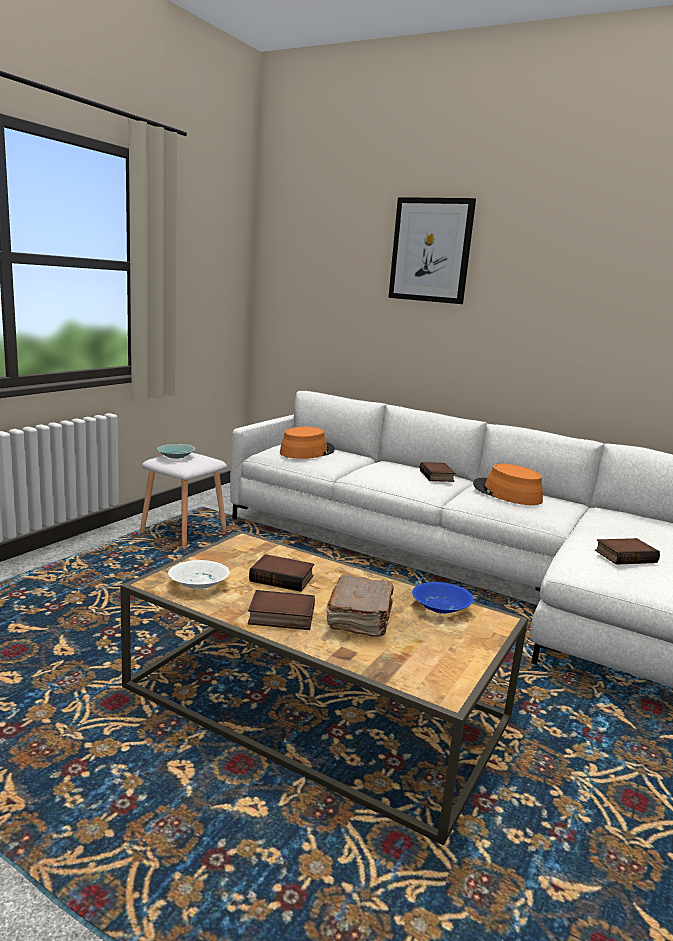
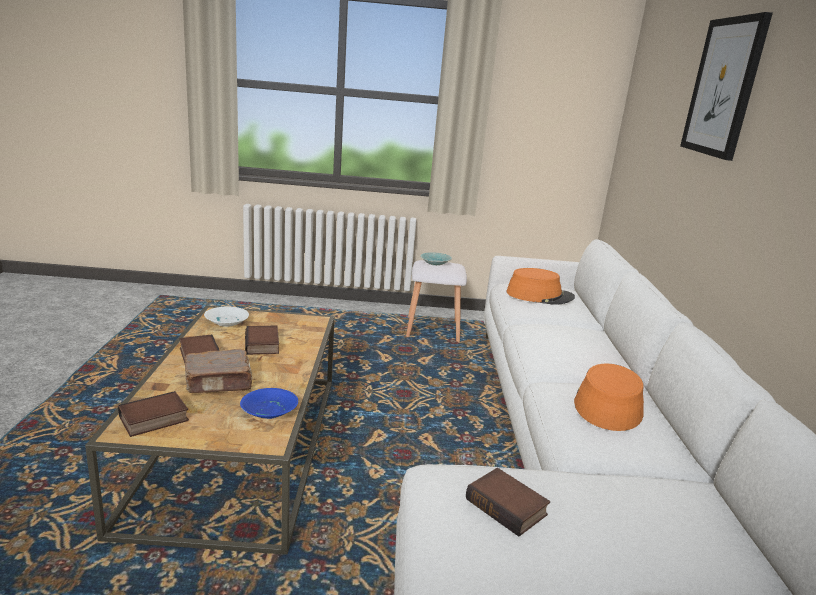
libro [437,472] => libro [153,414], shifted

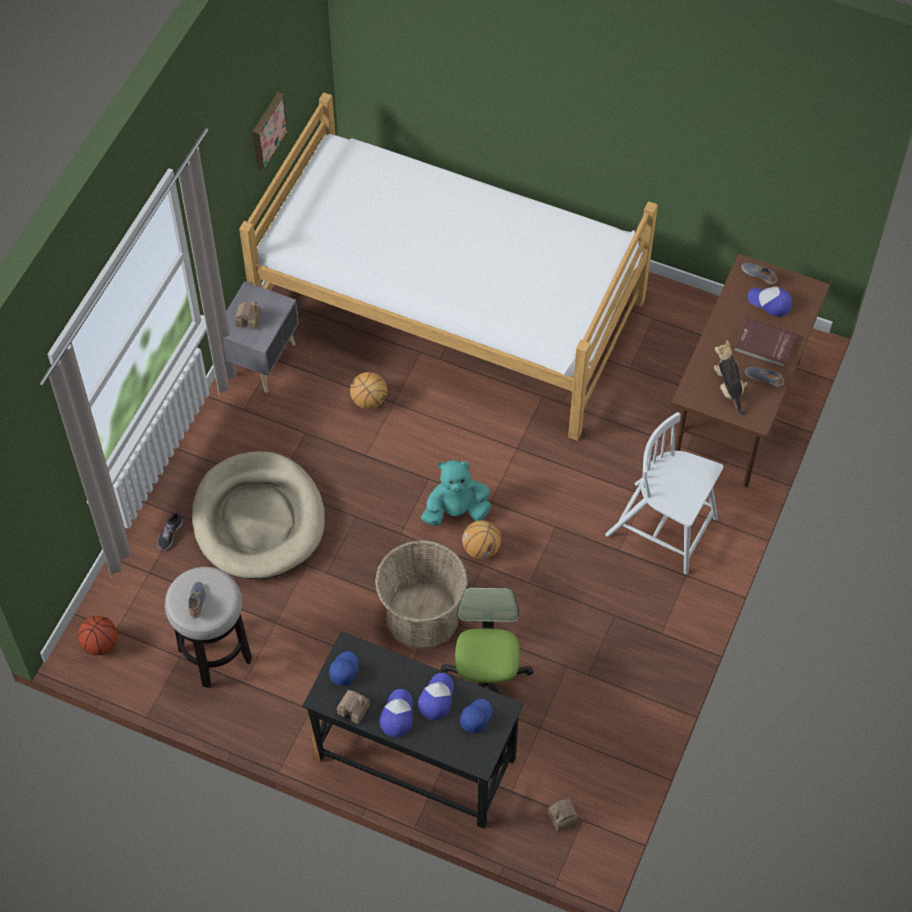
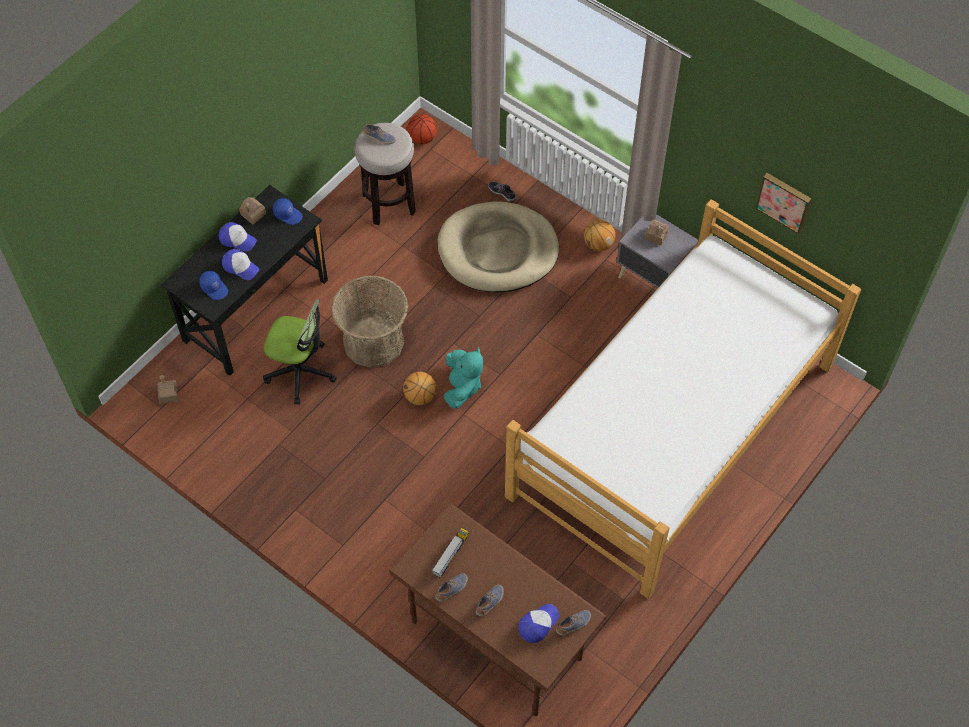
peluche [731,378] => camión de juguete [450,553]
libro (rojo) [765,342] => zapato [490,600]
balón de baloncesto [368,390] => balón de baloncesto [599,235], shifted
silla (blanco) [664,493] => nothing

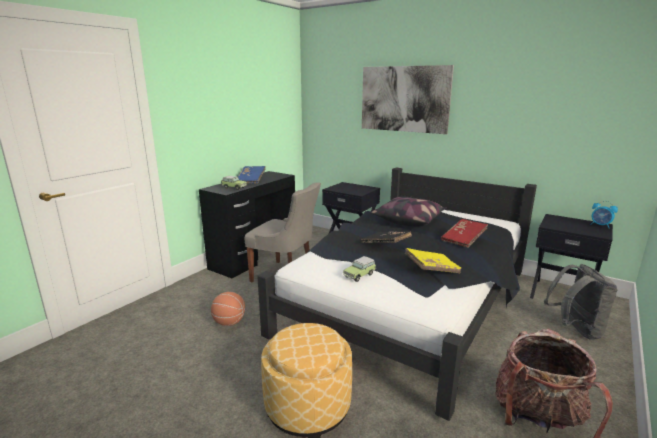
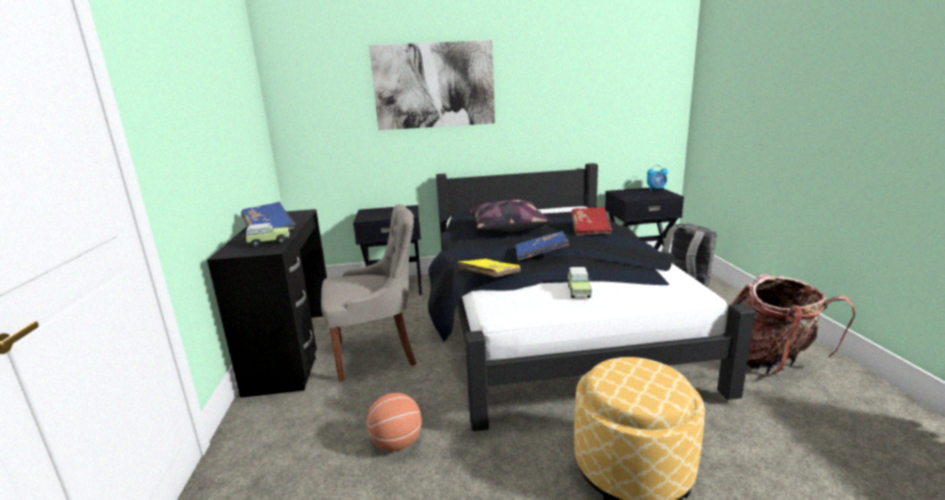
libro (amarillo) [433,260] => libro (amarillo) [489,268], shifted
libro (negro) [386,237] => libro (azul) [542,245]

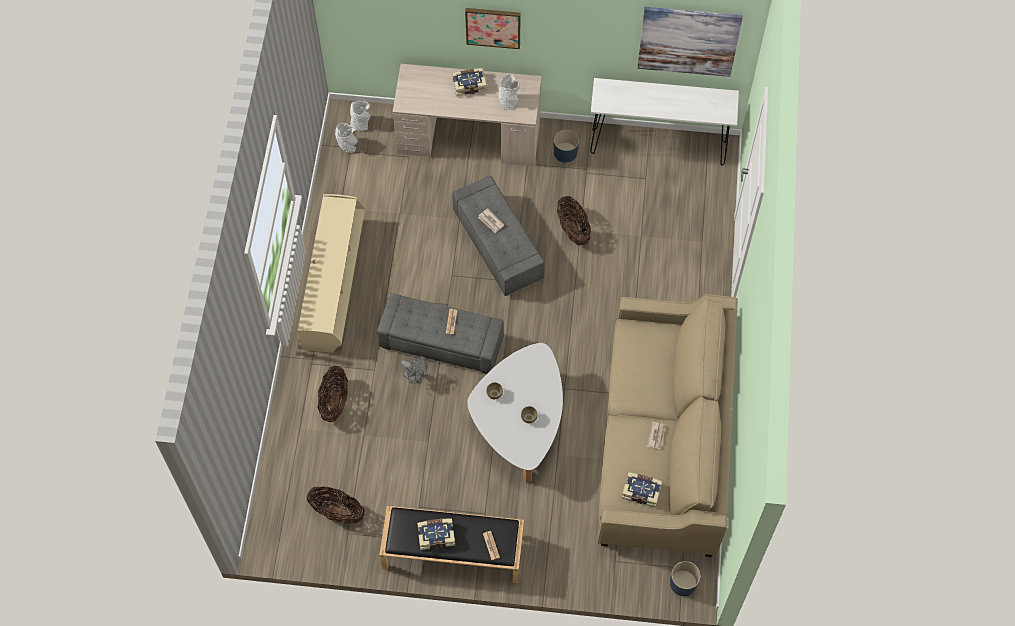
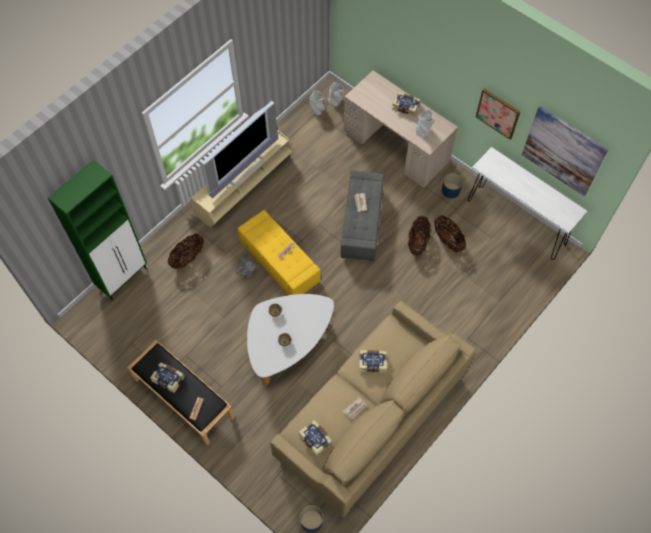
nothing => armario (verde) [97,229]
nothing => televisor [240,149]
puf (gris) [440,333] => puf (amarillo) [279,252]
nothing => libro [373,361]
cesta [336,505] => cesta [450,233], shifted
cuadro [493,28] => cuadro [498,114], shifted

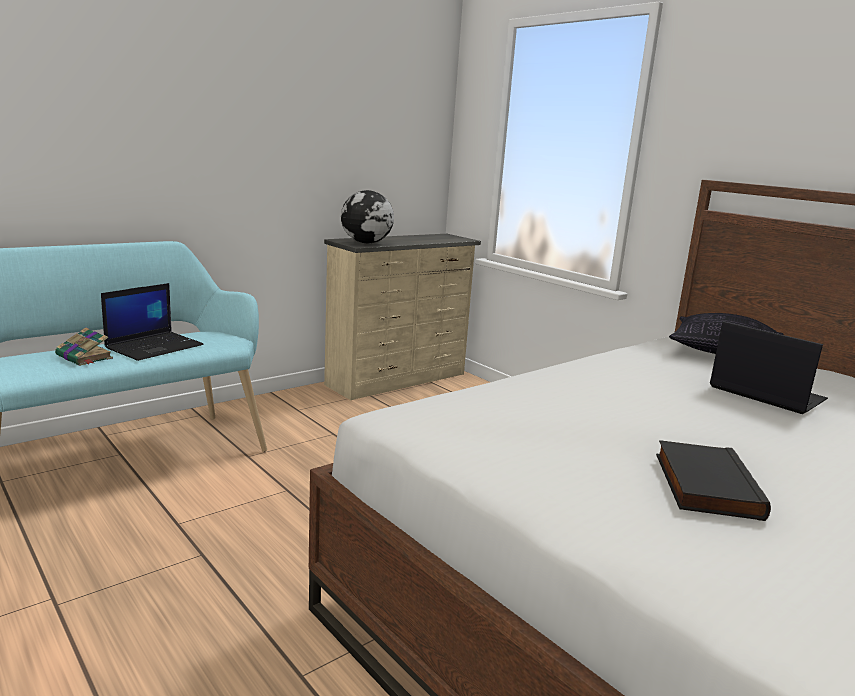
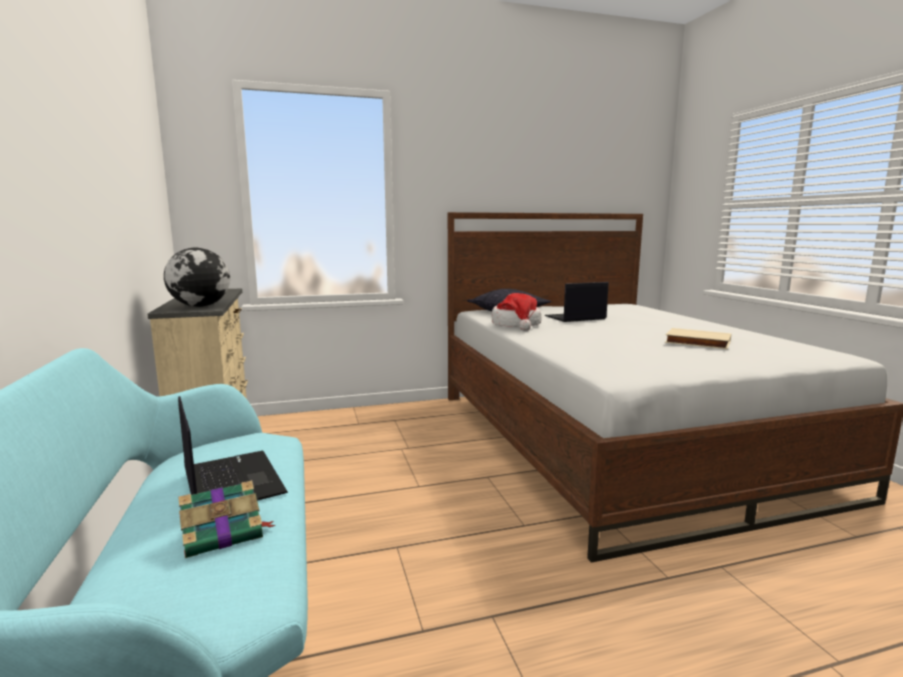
nothing => sombrero [517,312]
libro (negro) [713,480] => libro (beis) [698,338]

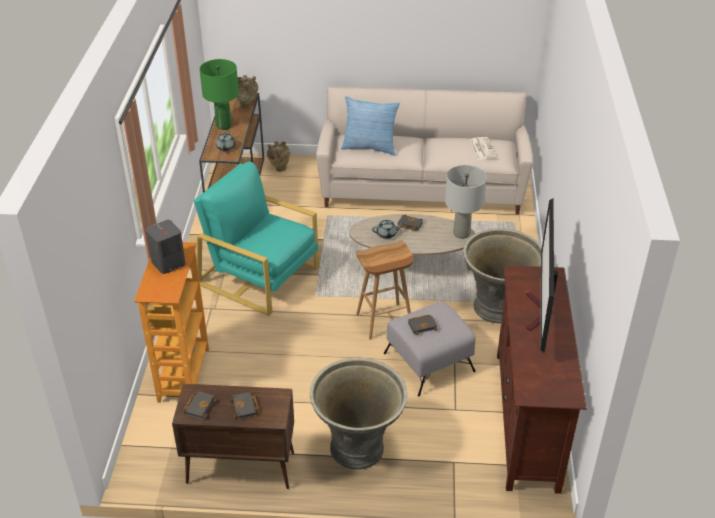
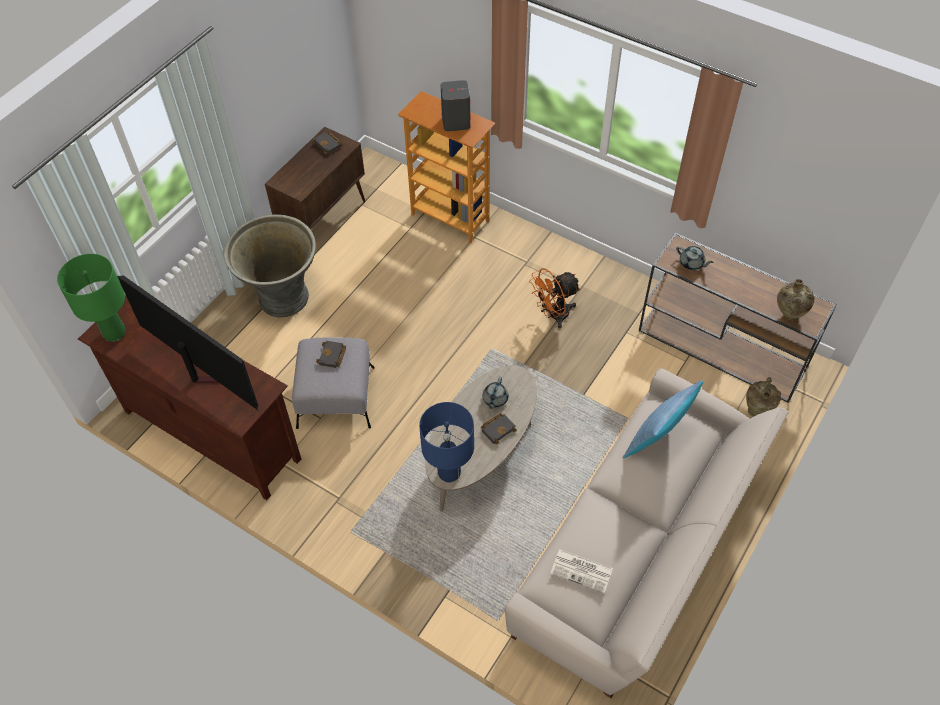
lámpara de mesa (verde) [219,94] => lámpara de mesa (verde) [91,298], shifted
lámpara de mesa (gris) [466,202] => lámpara de mesa (azul) [446,442]
sillón (turquesa) [256,238] => ventilador (naranja) [555,298]
libro (negro) [244,406] => nothing
taburete (marrón) [385,289] => nothing
maceta (gris) [502,275] => nothing

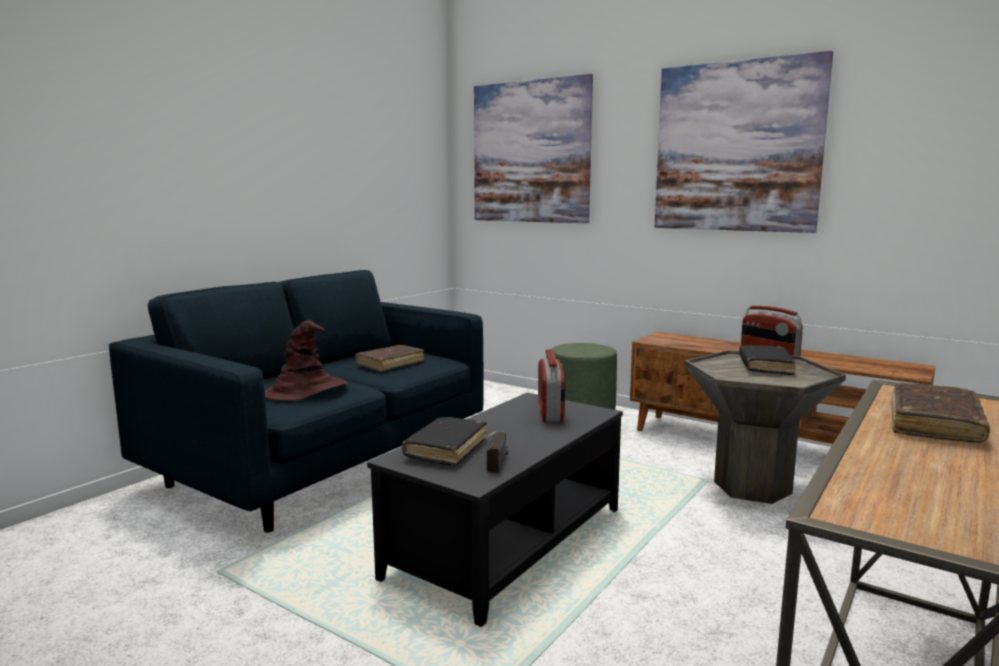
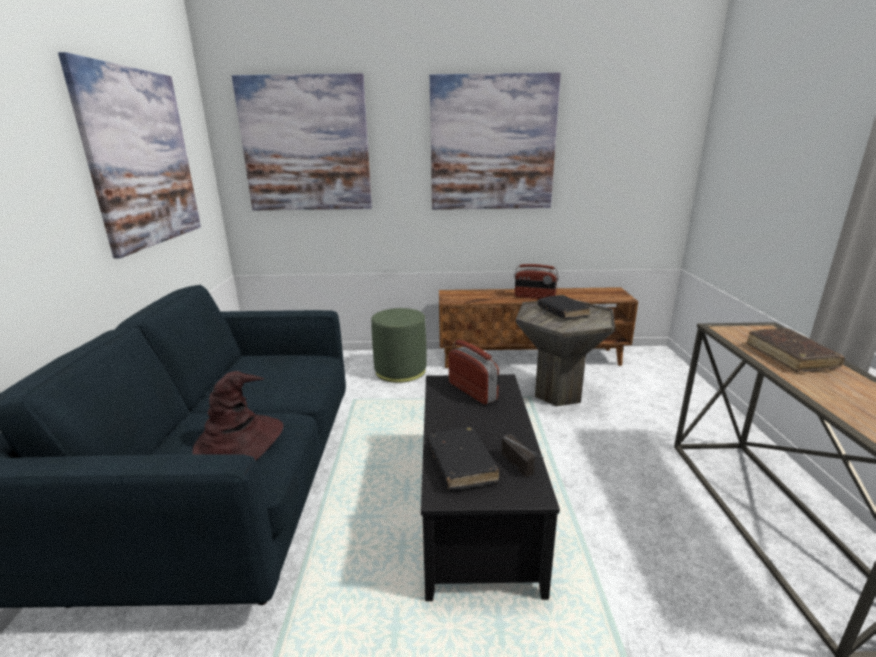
nothing => cuadro [129,155]
libro (marrón) [389,358] => nothing

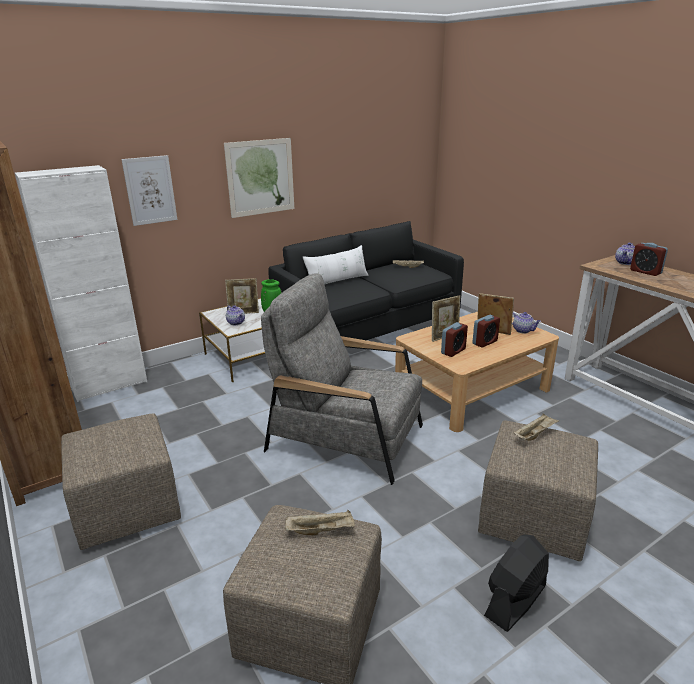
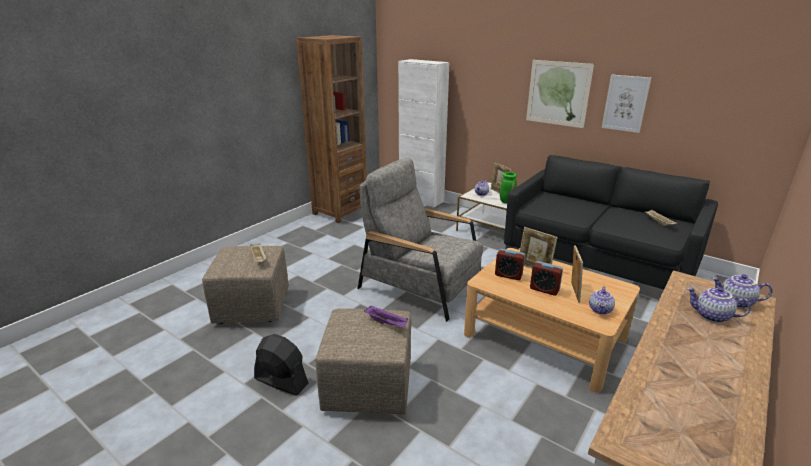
sillón (gris) [342,379] => sillón (gris) [420,240], 60 degrees counterclockwise
bandeja (beis) [536,427] => bandeja (morado) [386,317]
cuadro [149,190] => cuadro [626,103], shifted
despertador [649,259] => tetera [719,305]
puf (beis) [121,481] => nothing
cojín (blanco) [336,264] => nothing

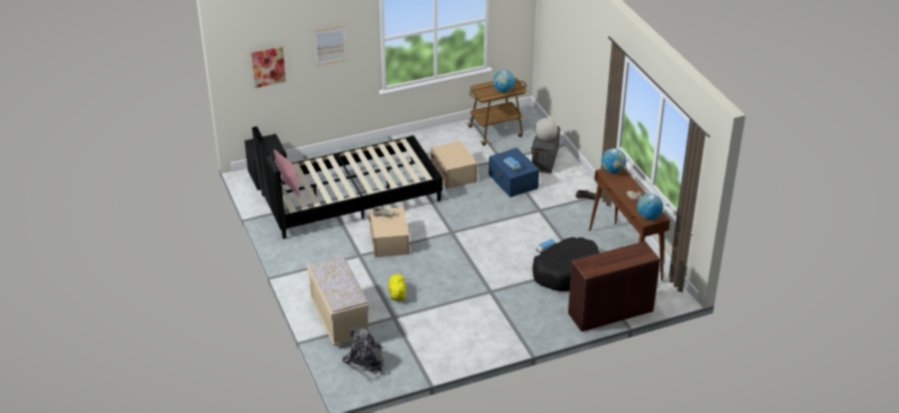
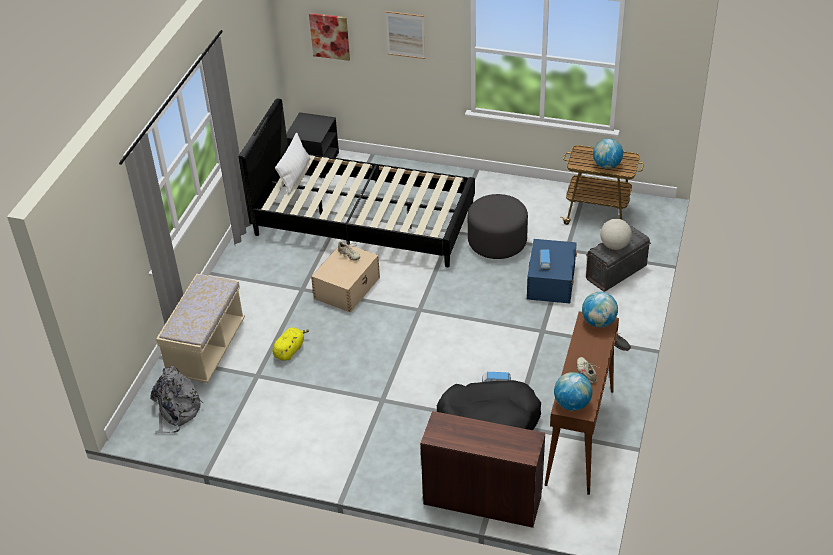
cojín (rosa) [287,172] => cojín (blanco) [292,163]
caja de almacenaje (beis) [454,165] => puf (gris) [498,226]

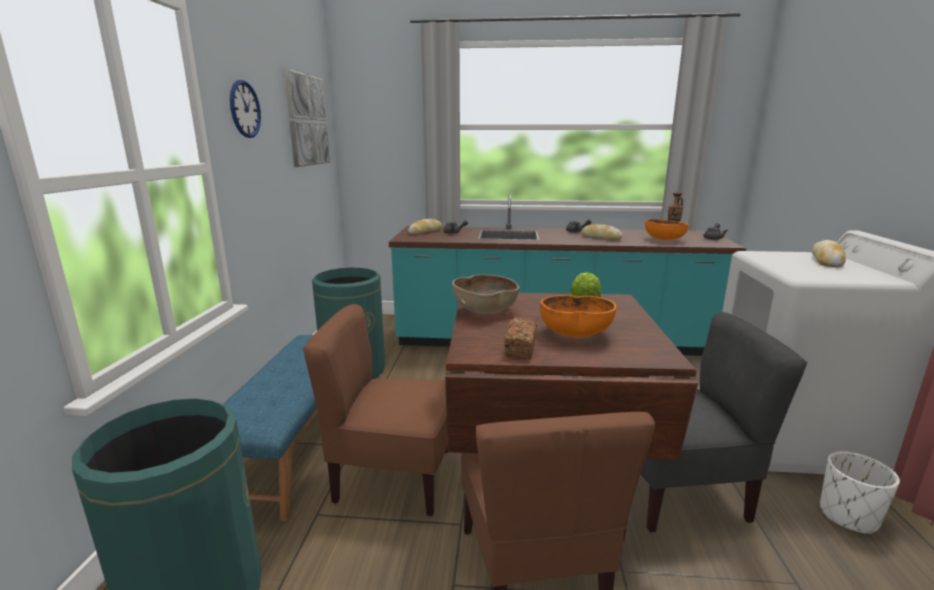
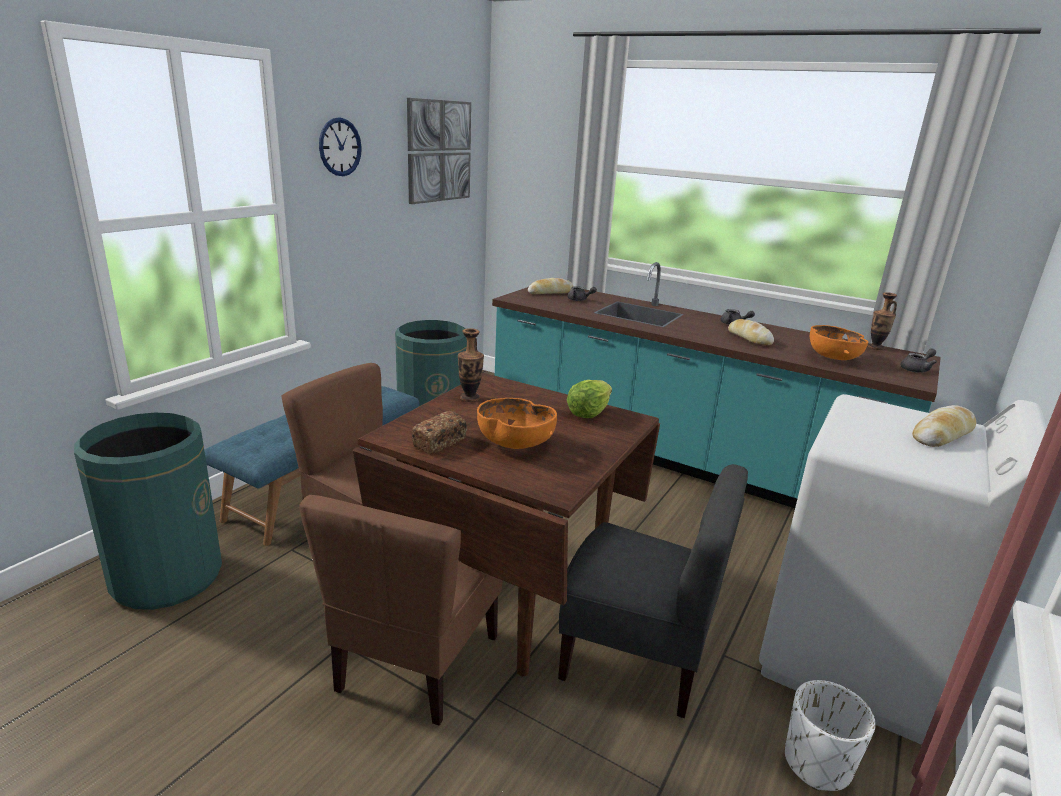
cuenco (marrón) [485,294] => florero [471,365]

